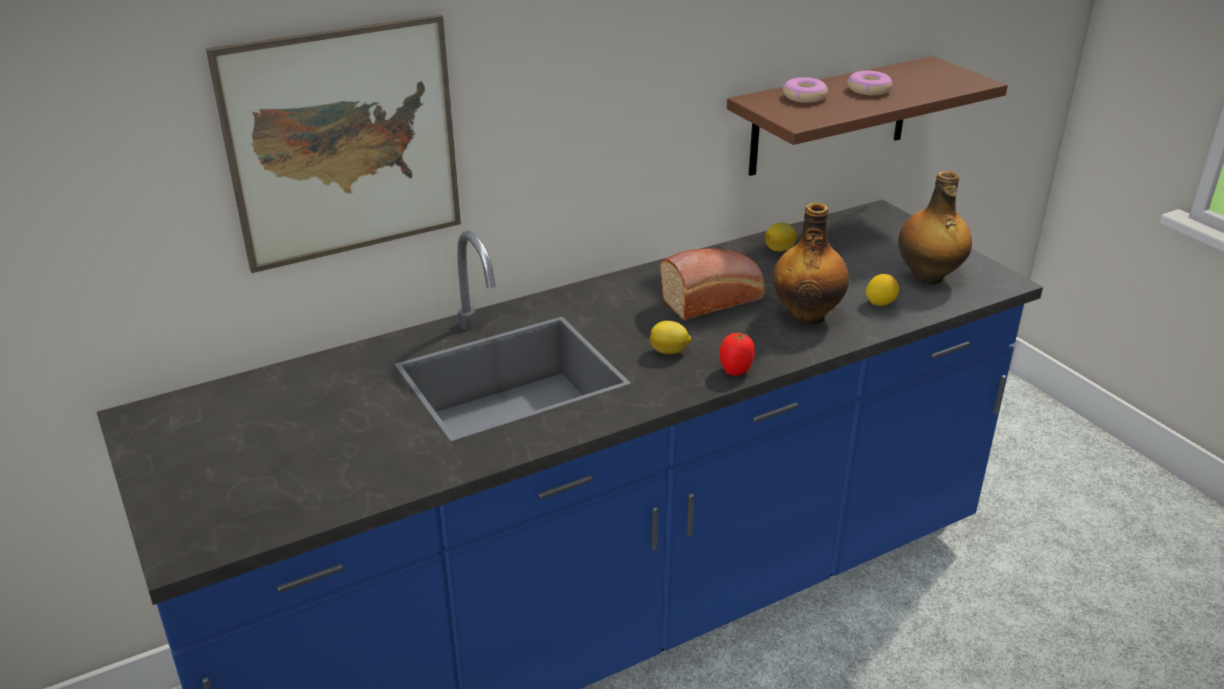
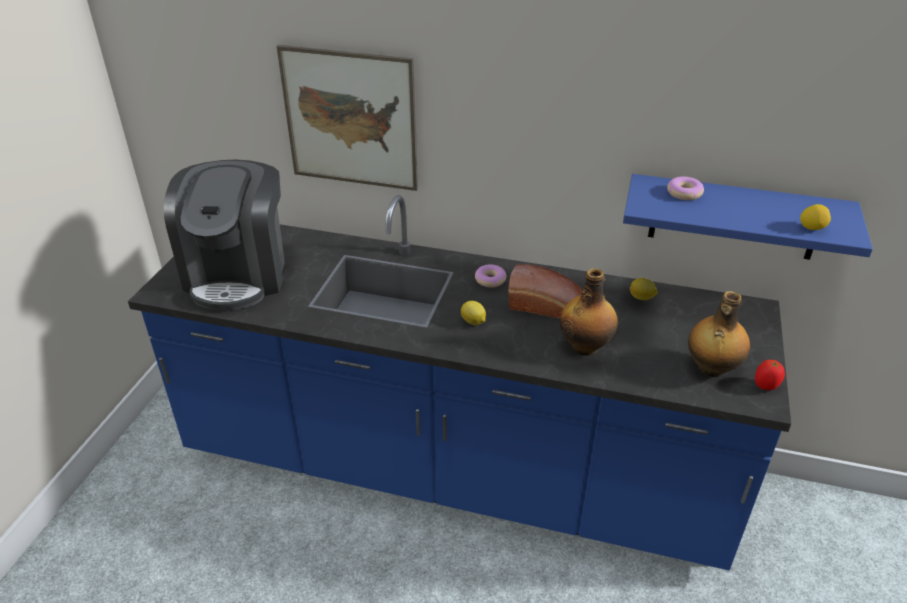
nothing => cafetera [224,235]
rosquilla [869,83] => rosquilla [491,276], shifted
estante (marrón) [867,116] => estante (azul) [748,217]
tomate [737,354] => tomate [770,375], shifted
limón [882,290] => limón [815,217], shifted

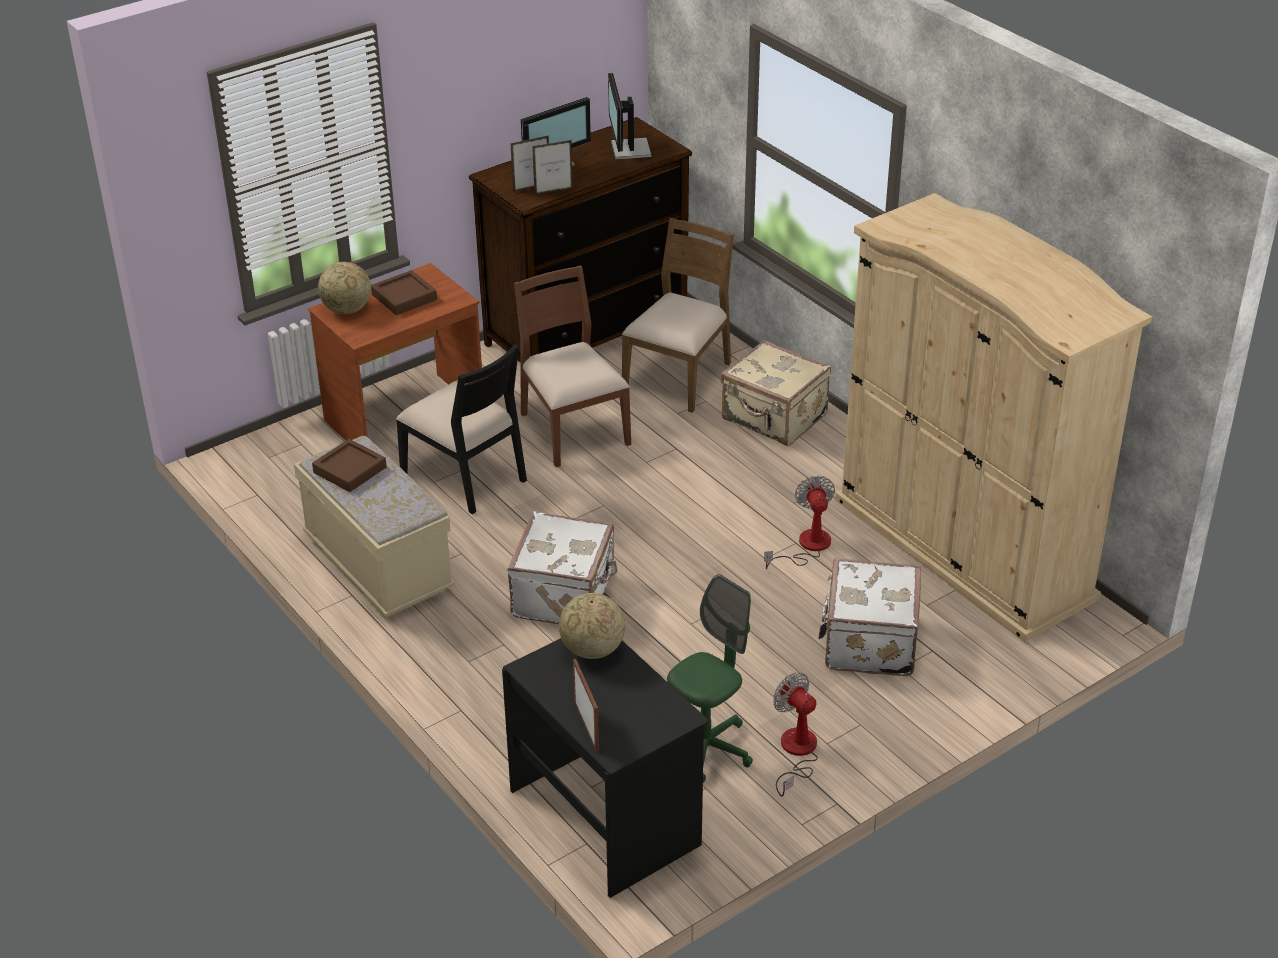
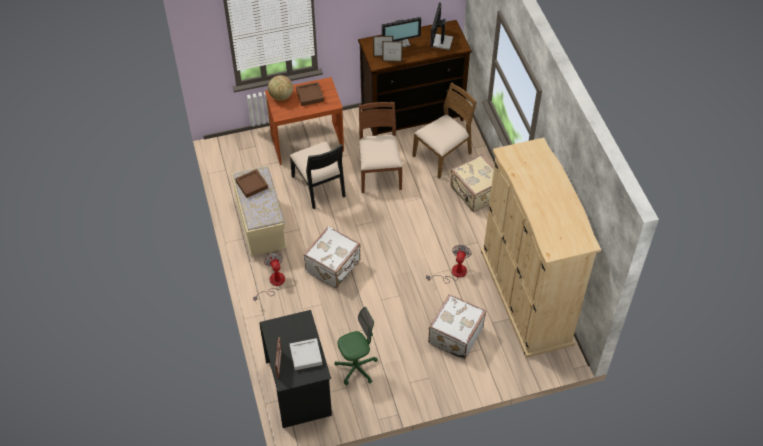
ventilador [795,735] => ventilador [269,277], shifted
nothing => bandeja (gris) [306,354]
globo terráqueo [592,626] => nothing

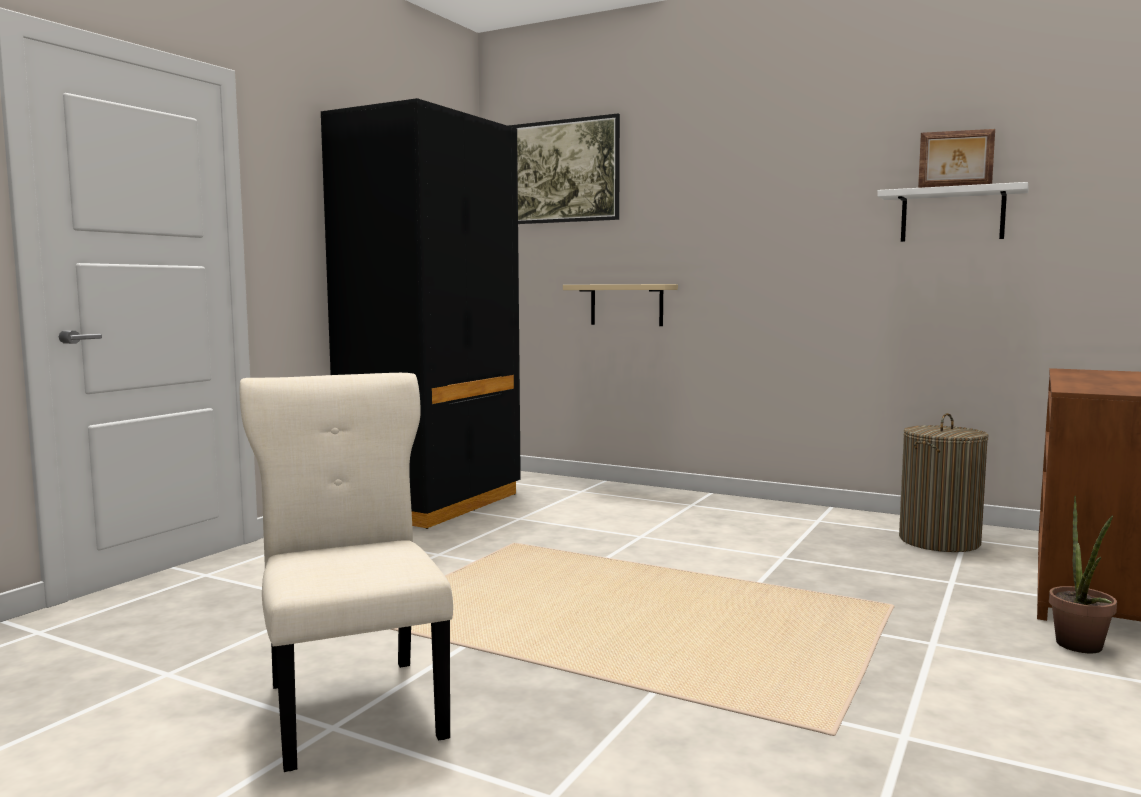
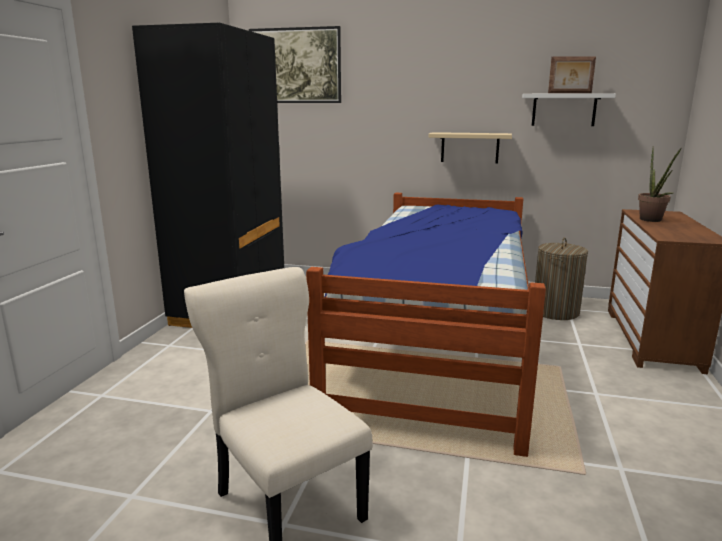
nothing => cama [426,324]
estante (beis) [620,305] => estante (beis) [470,147], shifted
planta en maceta [1083,574] => planta en maceta [660,184], shifted

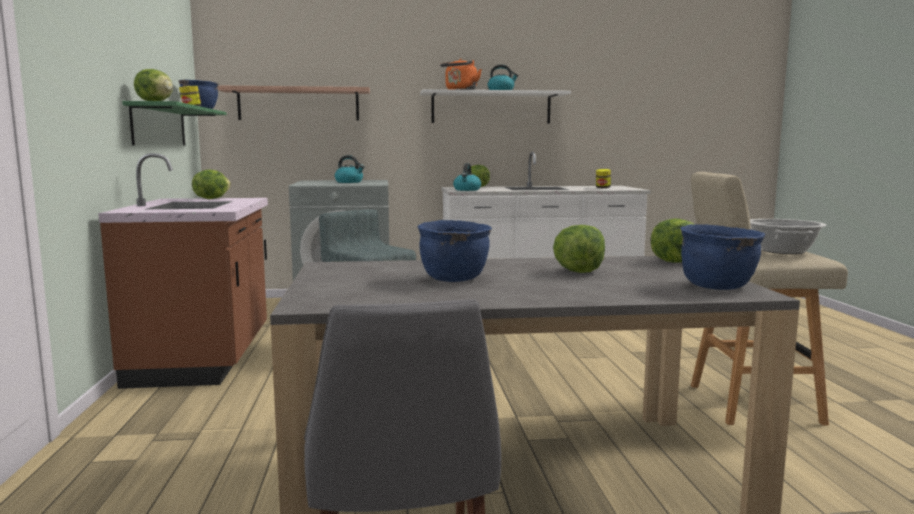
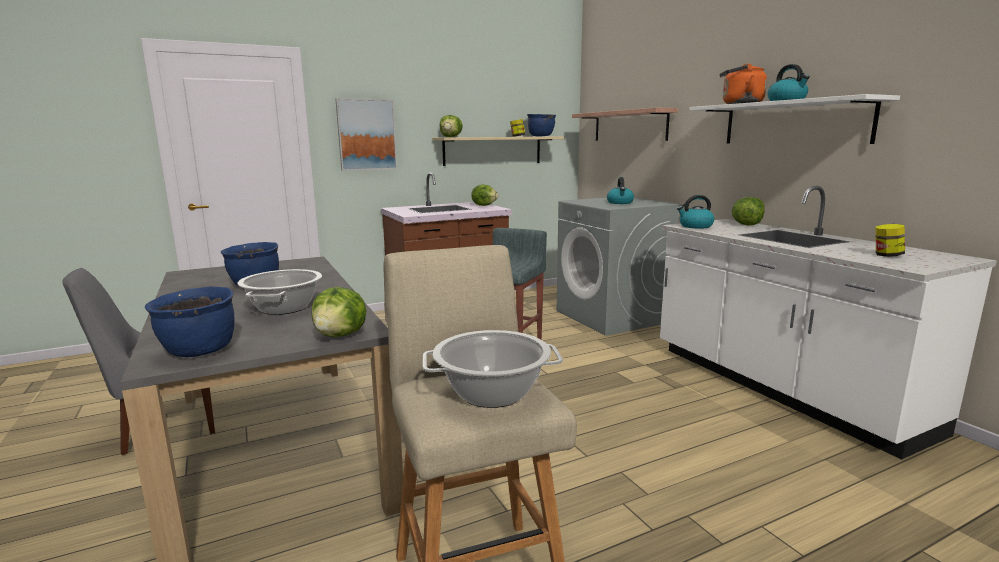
lechuga [579,249] => olla [279,292]
nothing => cuadro [366,134]
estante (verde) [174,123] => estante (beis) [498,151]

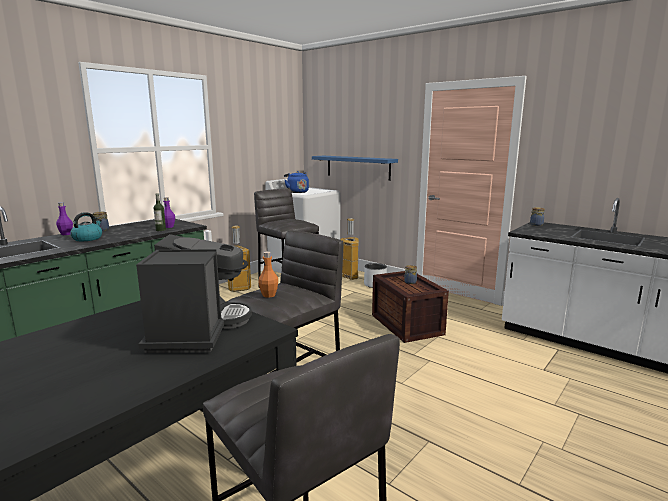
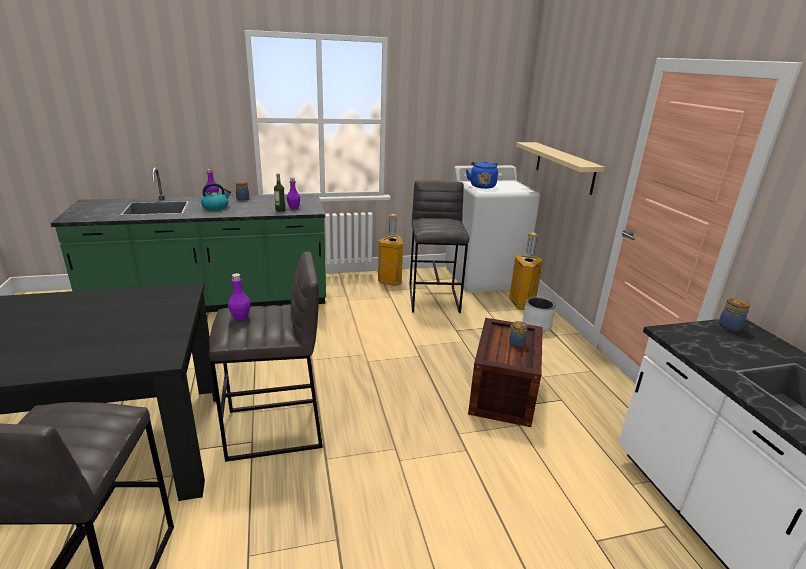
botella (naranja) [268,274] => botella (morado) [239,297]
estante (azul) [355,168] => estante (beis) [560,168]
cafetera [194,293] => nothing

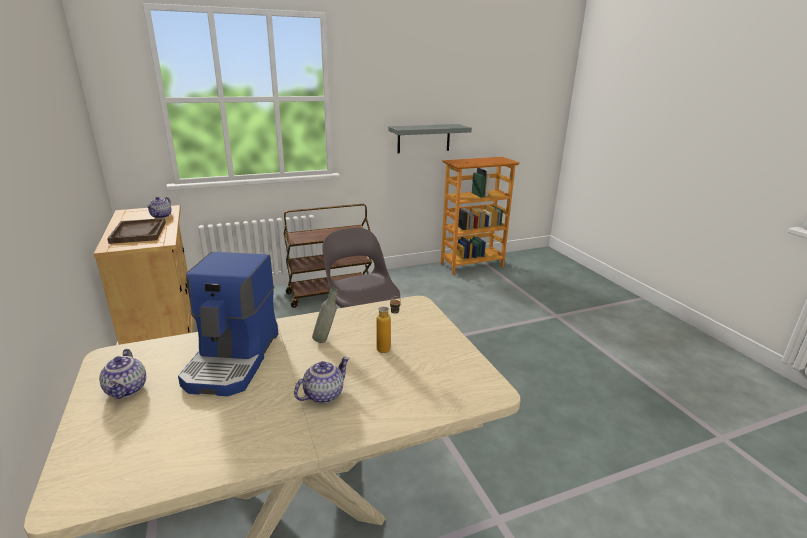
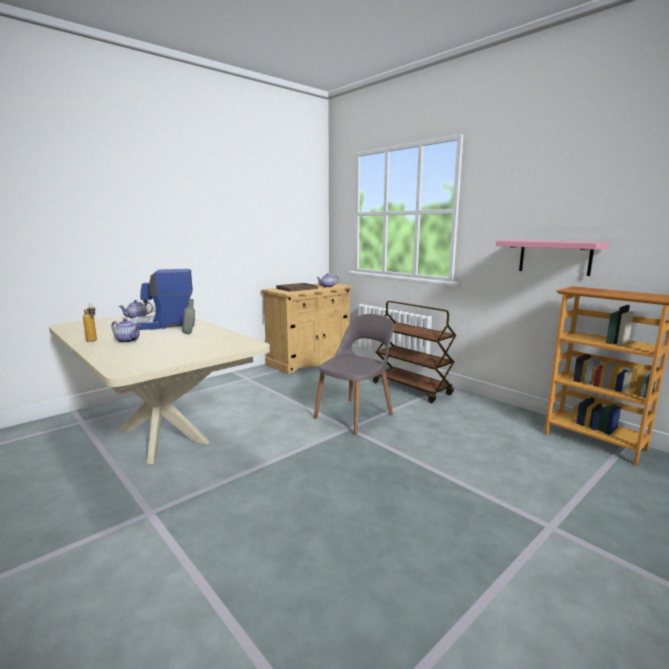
botella [388,324] => botella [90,323], shifted
estante (gris) [430,138] => estante (rosa) [552,258]

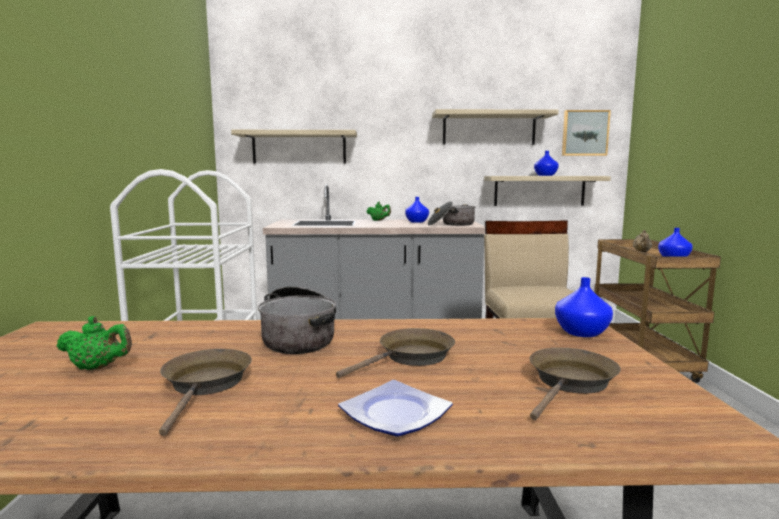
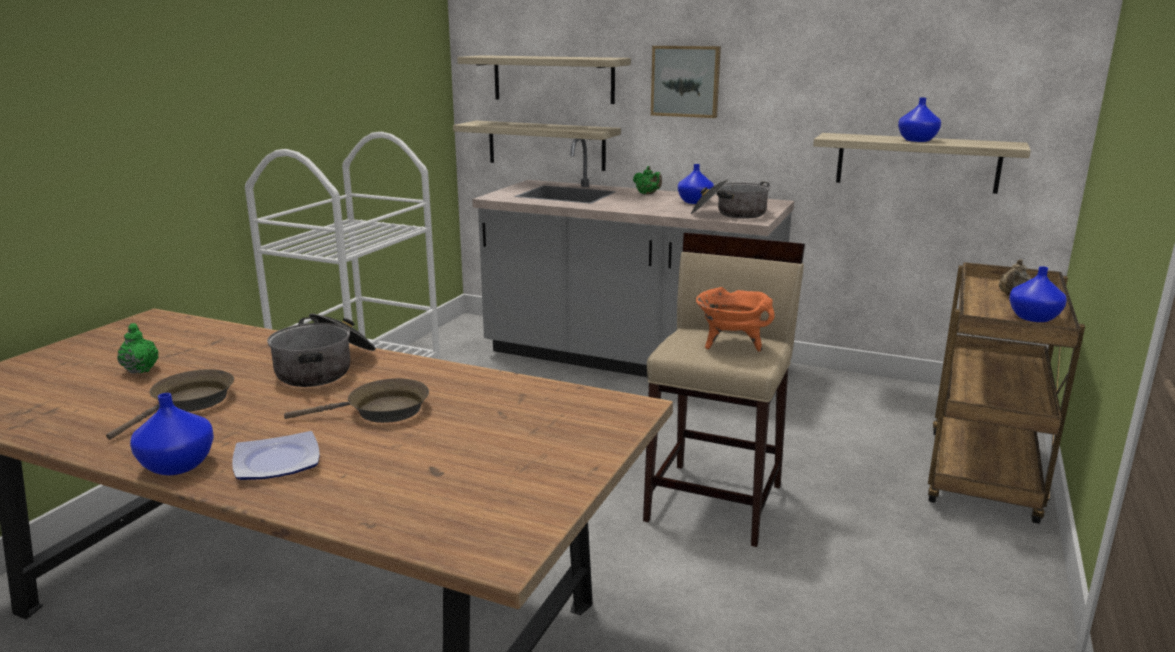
tetera (verde) [94,343] => tetera (verde) [138,348], 150 degrees counterclockwise
florero (azul) [584,307] => florero (azul) [172,434], shifted
estante [495,127] => estante [537,146], shifted
cuadro [586,133] => cuadro [686,82], shifted
nothing => olla (naranja) [735,319]
sartén (marrón) [575,384] => nothing

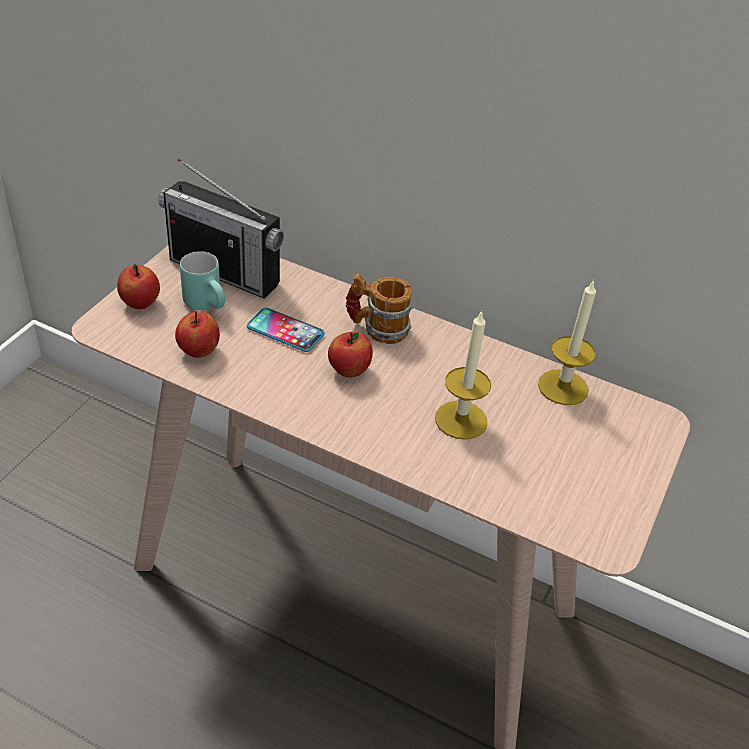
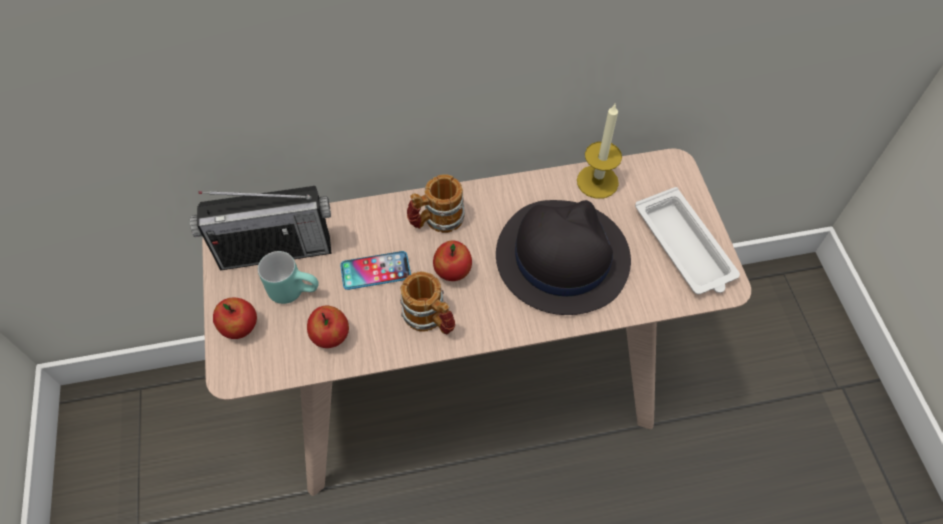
nothing => taza grande [427,302]
vela [463,375] => sombrero (negro) [563,257]
nothing => bandeja (blanco) [687,240]

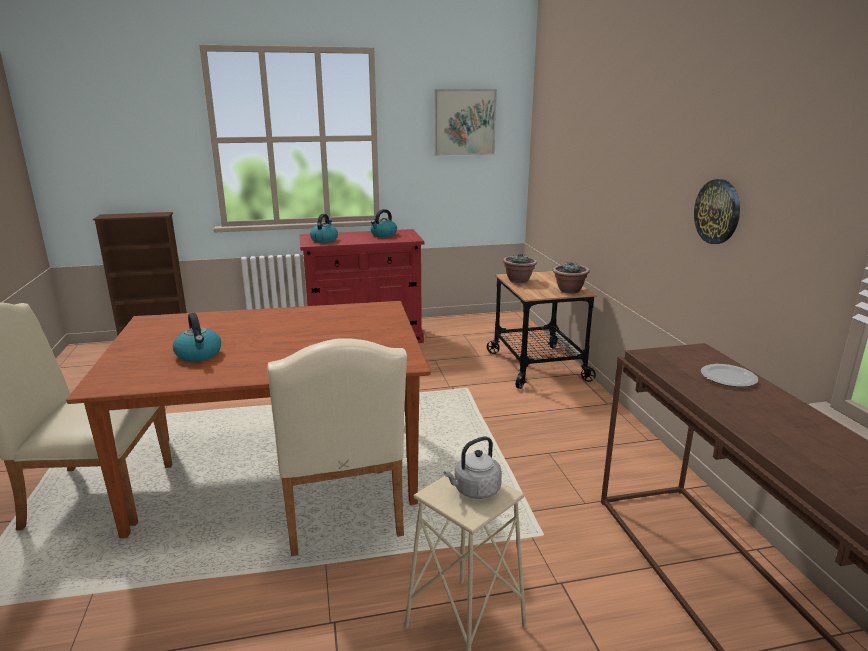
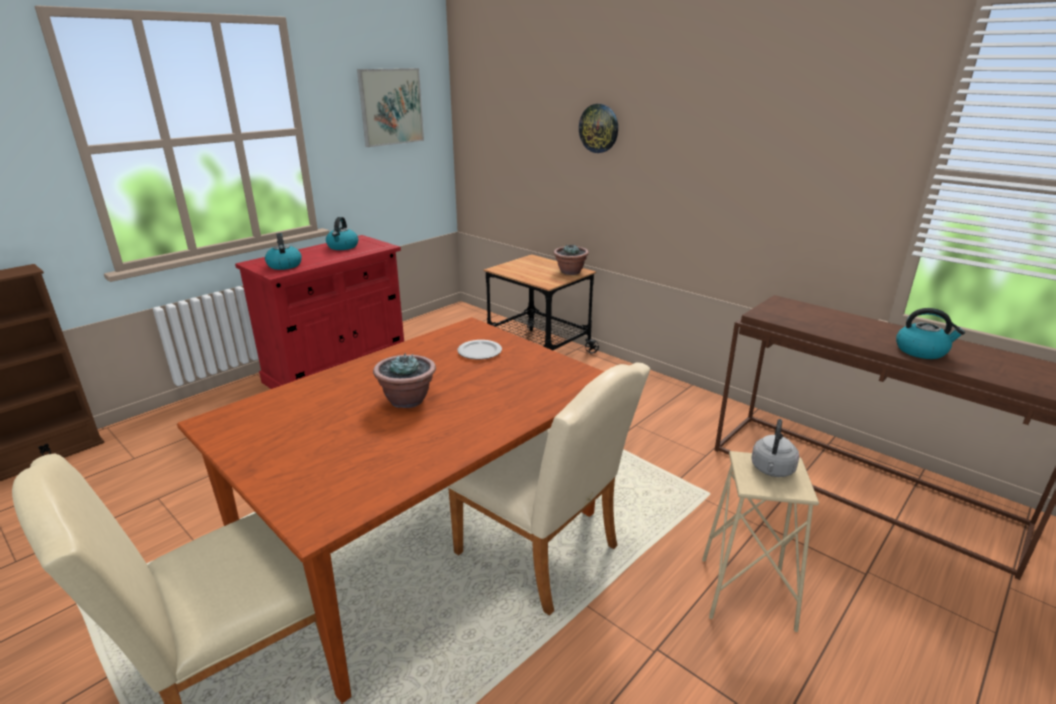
planta en maceta [520,268] => planta en maceta [404,380], shifted
plato [729,375] => plato [479,349], shifted
reloj de pared [717,211] => reloj de pared [598,128], shifted
hervidor [197,337] => hervidor [930,333], shifted

